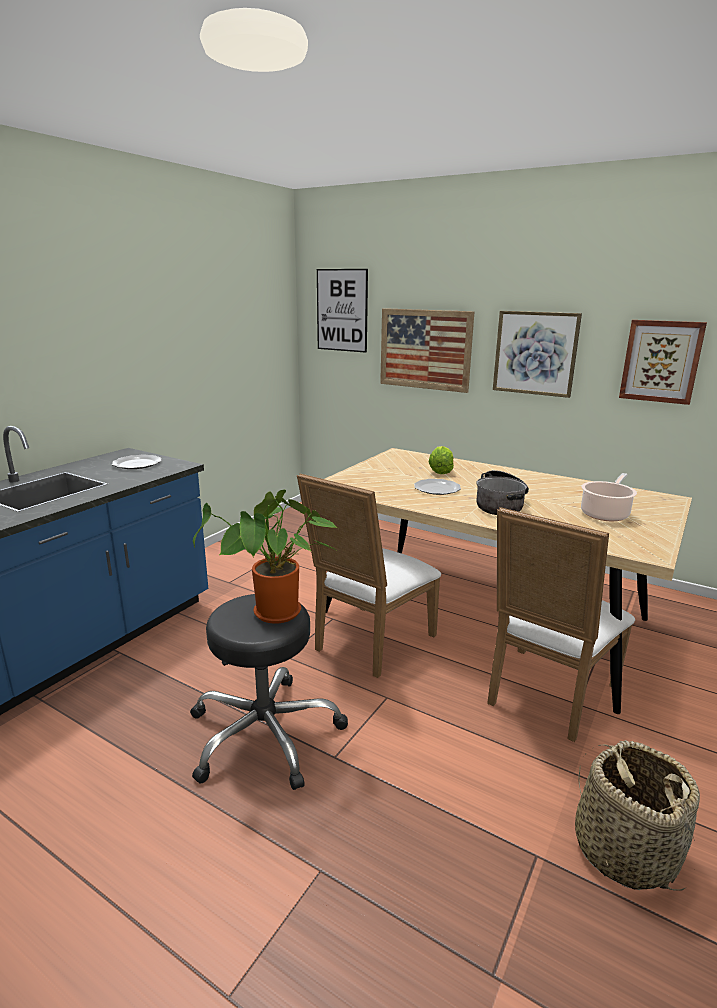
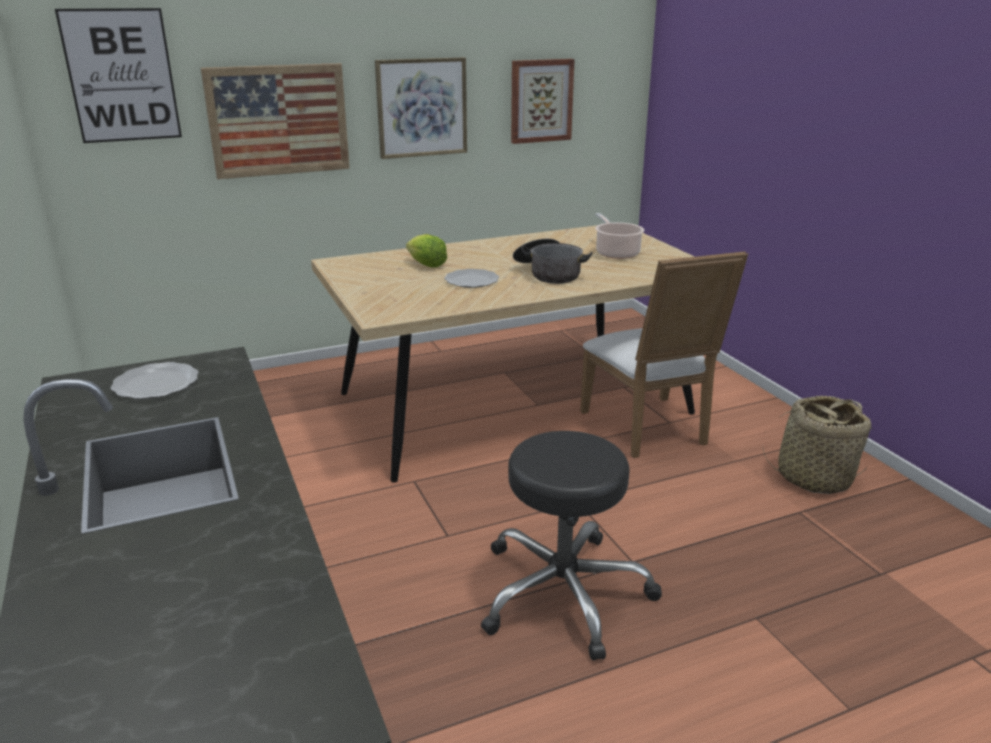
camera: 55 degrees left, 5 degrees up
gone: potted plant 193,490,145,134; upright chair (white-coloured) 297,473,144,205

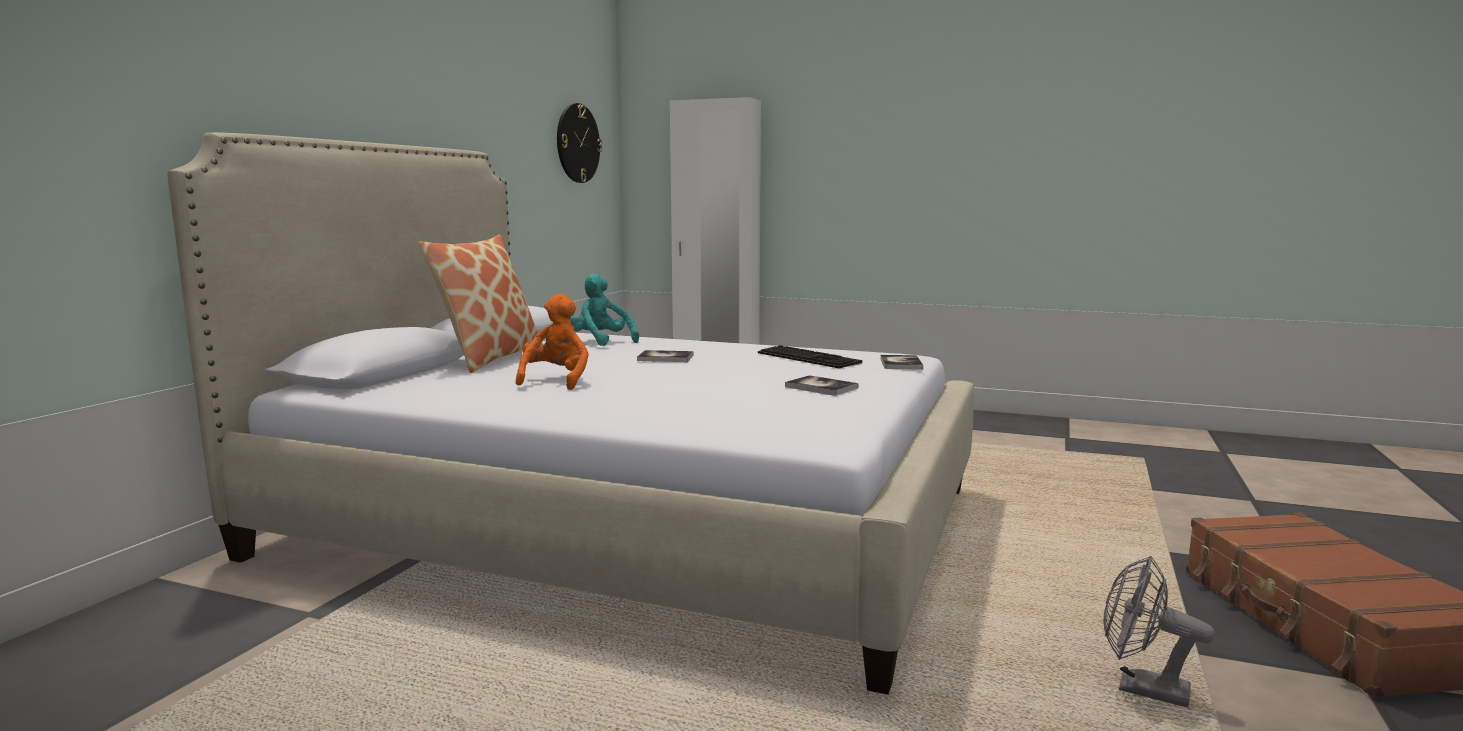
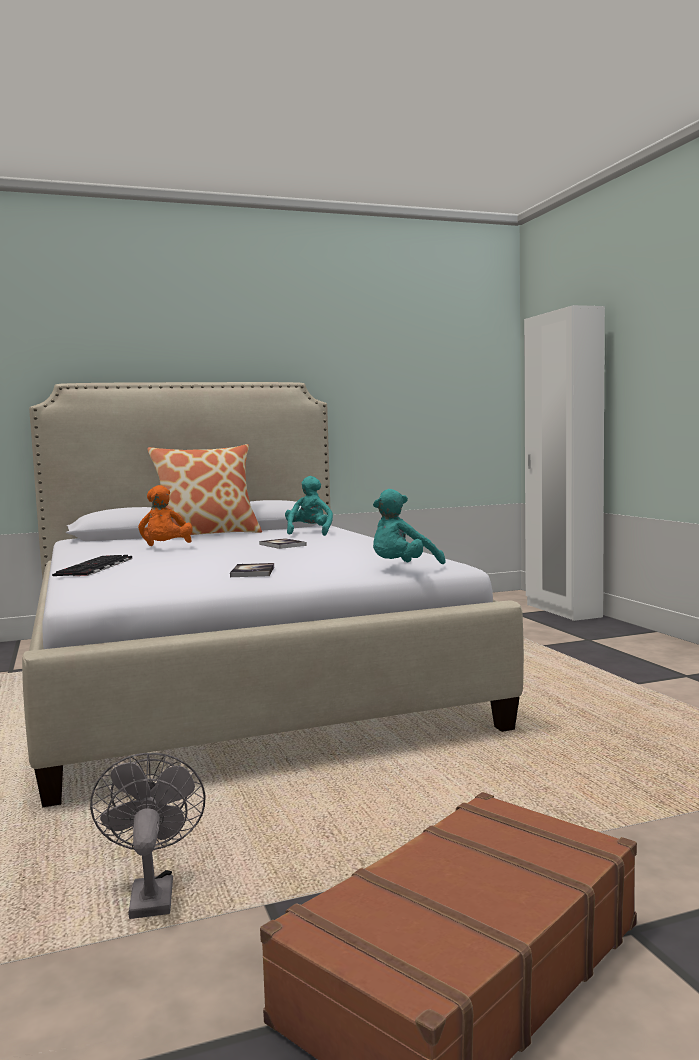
camera: 50 degrees right, 5 degrees down
gone: hanging clock 557,103,45,80
shifted: keyboard 758,345,104,23 to 52,555,80,21
swapped: bound book 880,355,43,15 to plush toy (turquoise) 373,489,72,75
rotated: plush toy (orangey) 516,294,73,96 = 138,485,55,61 120 degrees clockwise

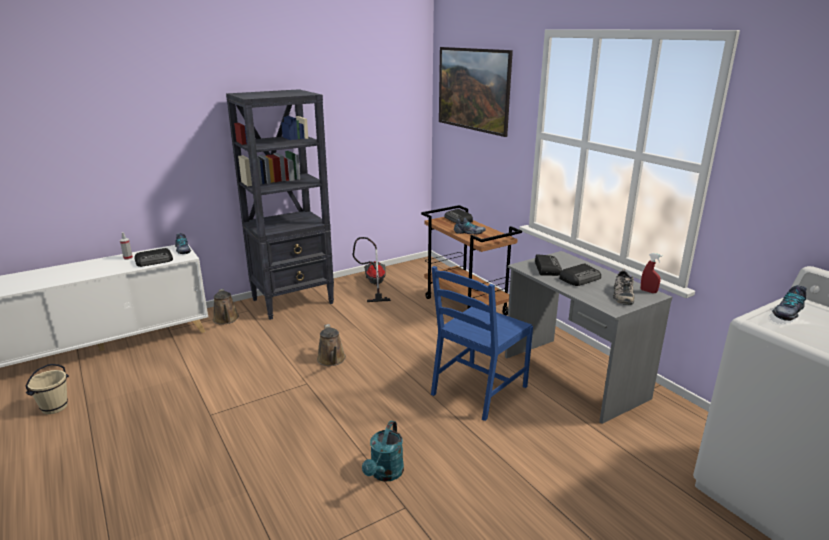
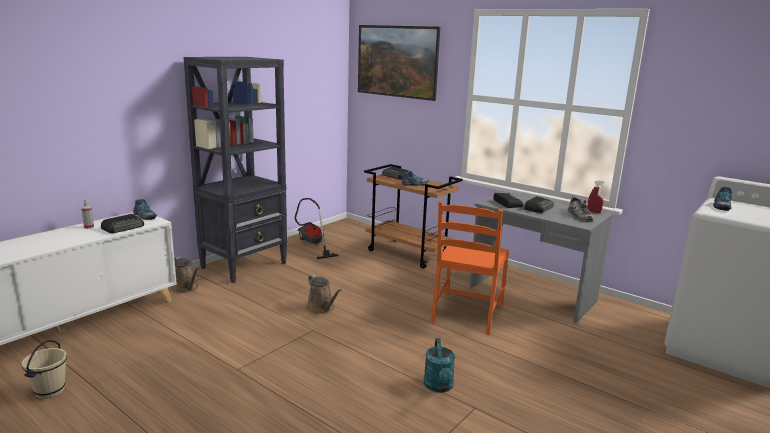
camera: 20 degrees left, 5 degrees down
repainted: upright chair (bluish) 431,266,102,155 to upright chair (orangey) 431,202,78,133

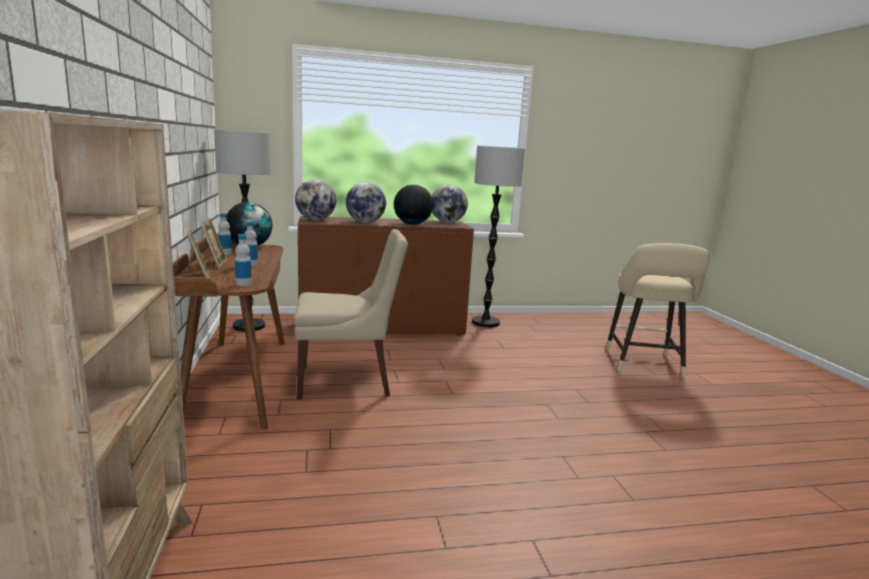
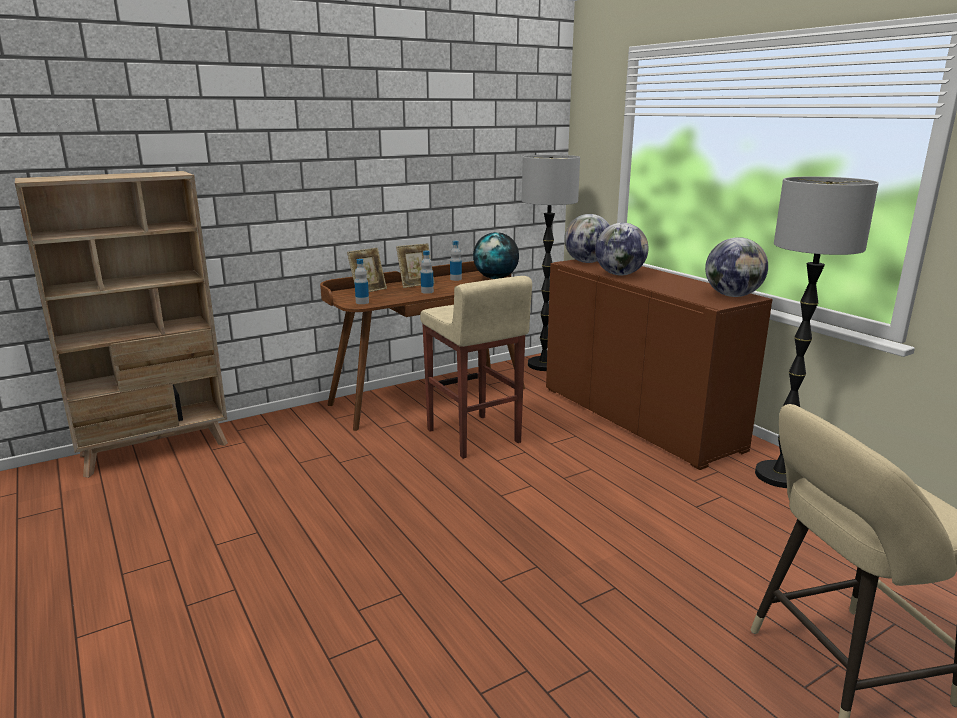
camera: 70 degrees right, 5 degrees up
gone: world globe 394,185,39,40
swapped: upright chair (beige) 294,229,114,171 to stool (beige) 420,276,112,183

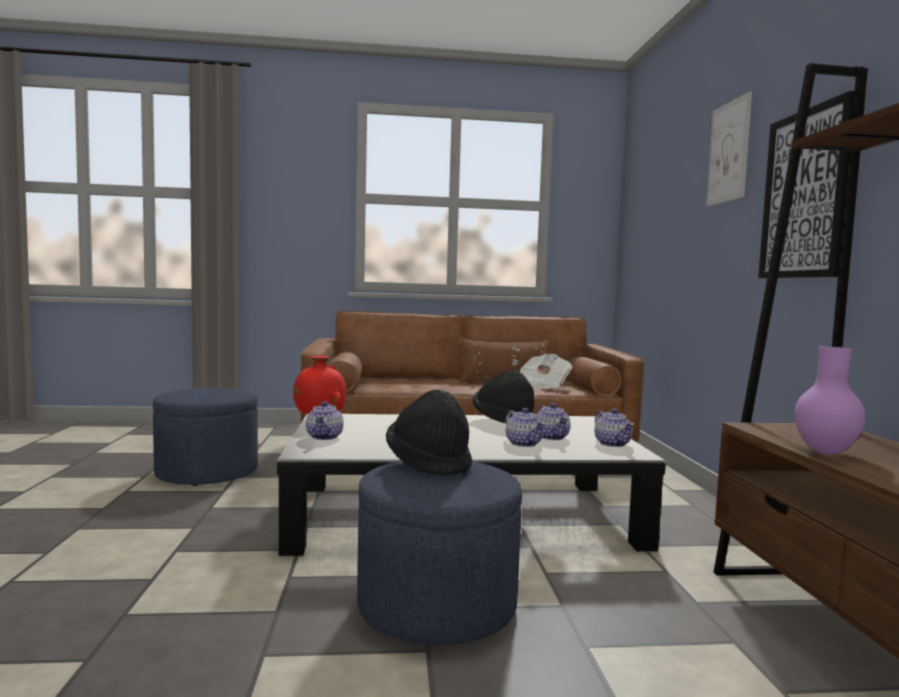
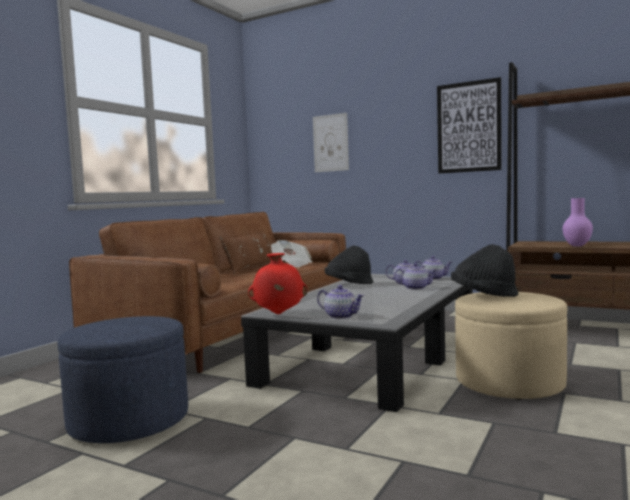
camera: 55 degrees left, 0 degrees up
shifted: wall picture 706,91,46,115 to 313,113,36,59
repainted: ottoman (bluish) 357,461,165,184 to ottoman (beige) 455,292,112,108

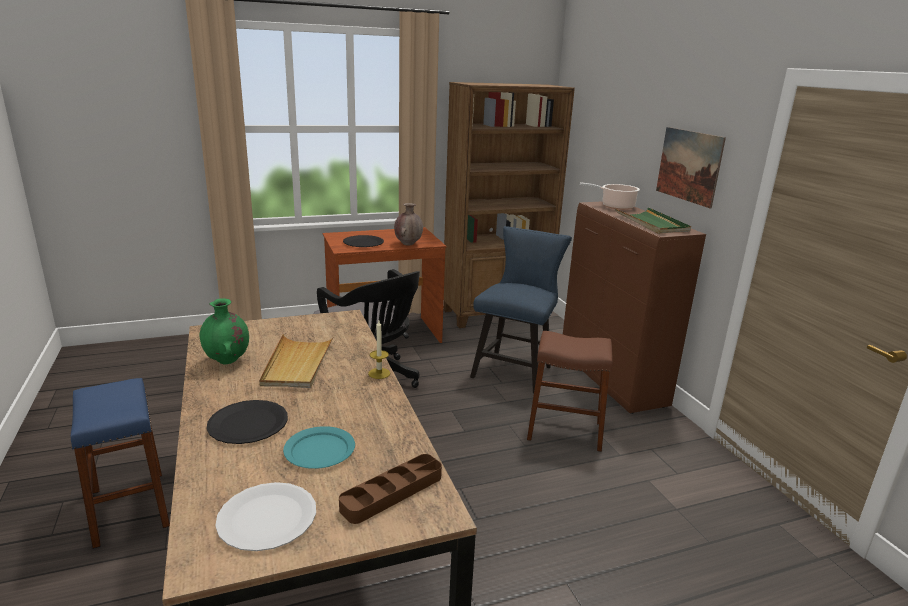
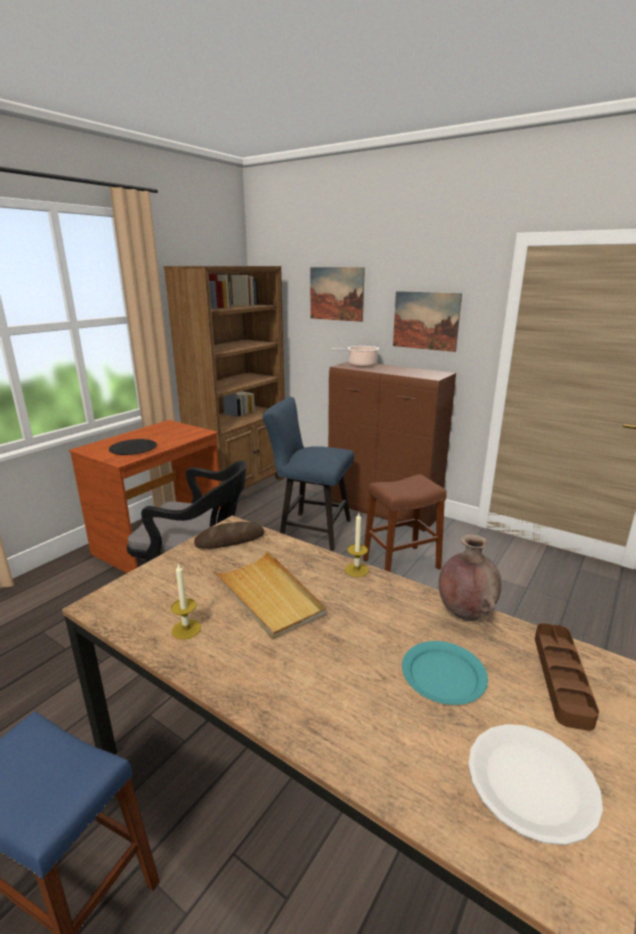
camera: 35 degrees left, 0 degrees up
gone: plate (blackish) 206,400,82,44; serving tray (green) 616,207,75,27
new: baked bread 194,522,70,27; wall picture 310,267,55,55
shifted: decorative vase (brown) 394,203,29,43 to 439,534,63,87
swapped: decorative vase (green) 200,298,49,66 to candle 171,563,30,77
rotated: upright chair (bluish) 470,226,102,168 = 262,397,92,154 60 degrees counterclockwise

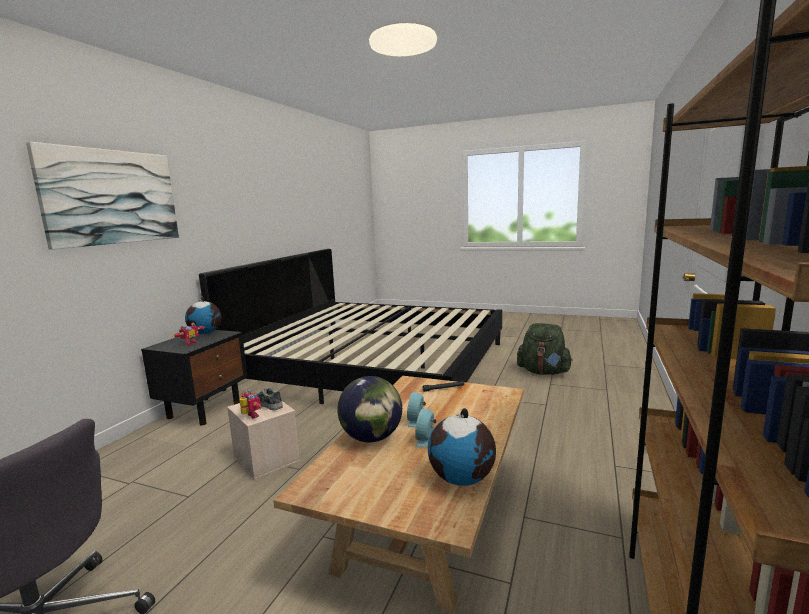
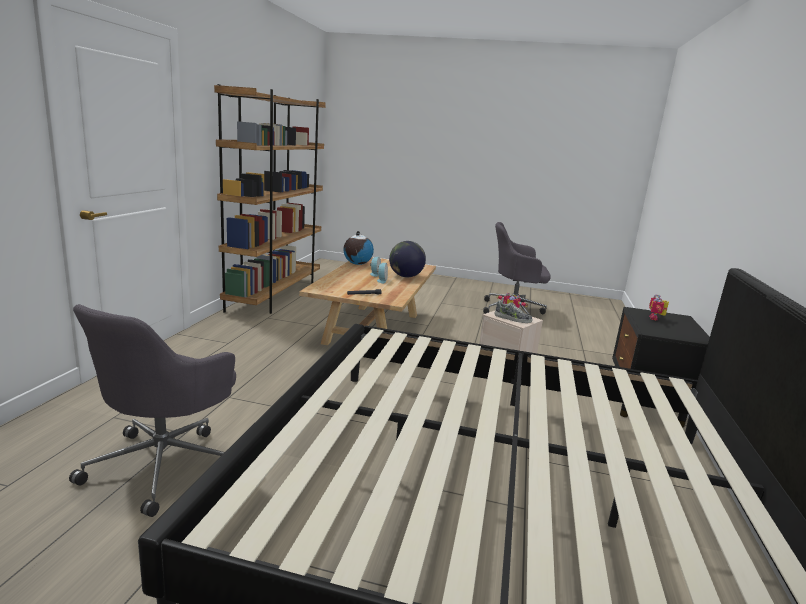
camera: 170 degrees right, 5 degrees up
gone: wall picture 26,142,153,108; world globe 185,297,36,37
swapped: backpack (green) 517,323,56,52 to computer chair (grey) 69,304,167,213

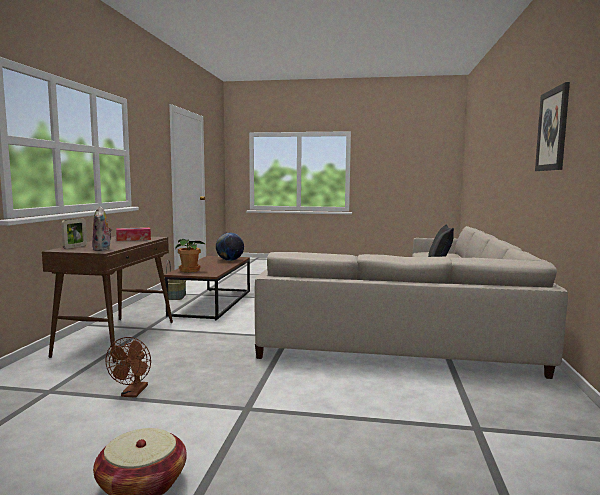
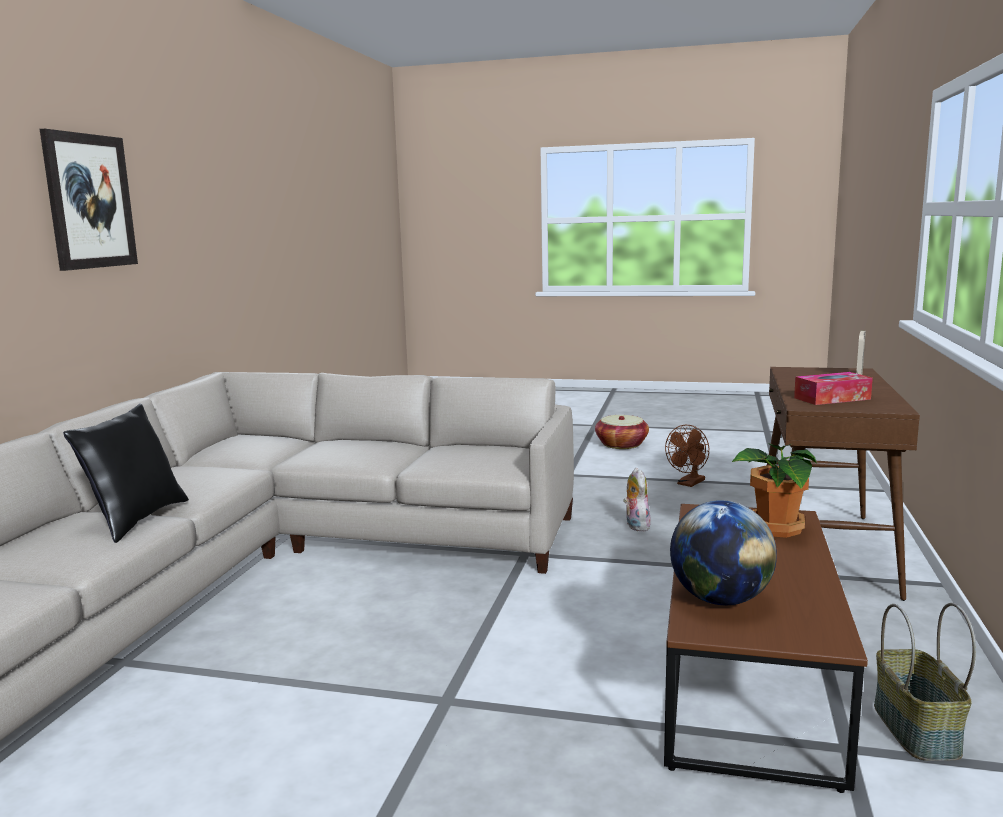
camera: 175 degrees left, 5 degrees up
shifted: plush toy 92,206,21,45 to 623,468,28,63
rotated: cooling fan (brown) 105,337,46,61 = 665,425,44,62 150 degrees counterclockwise

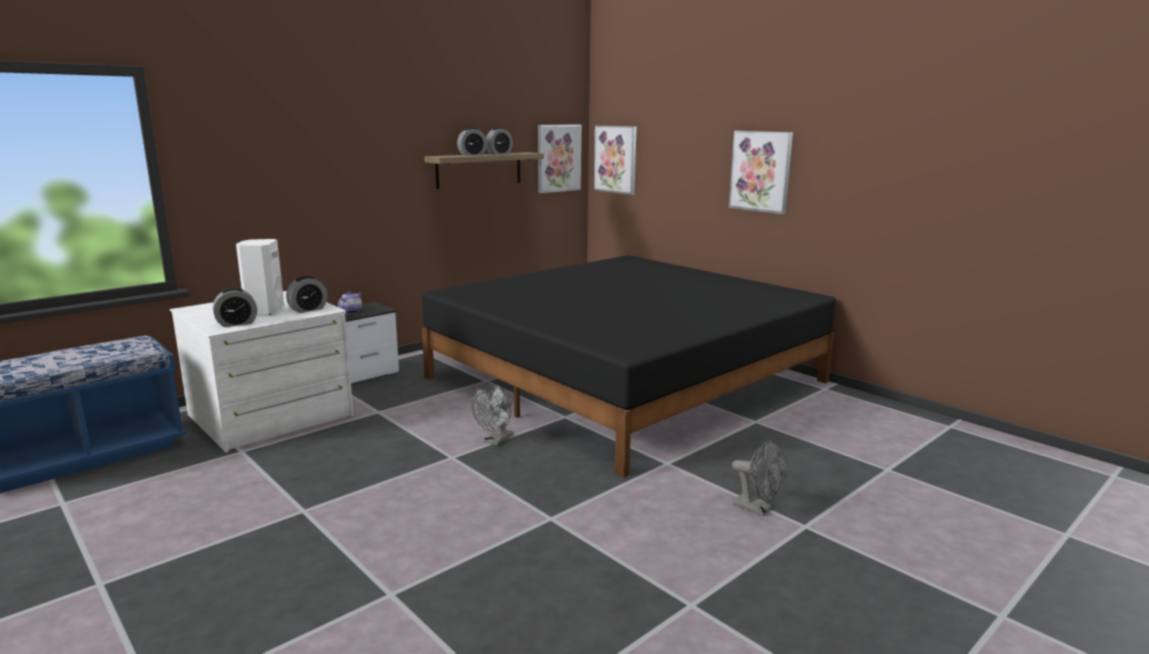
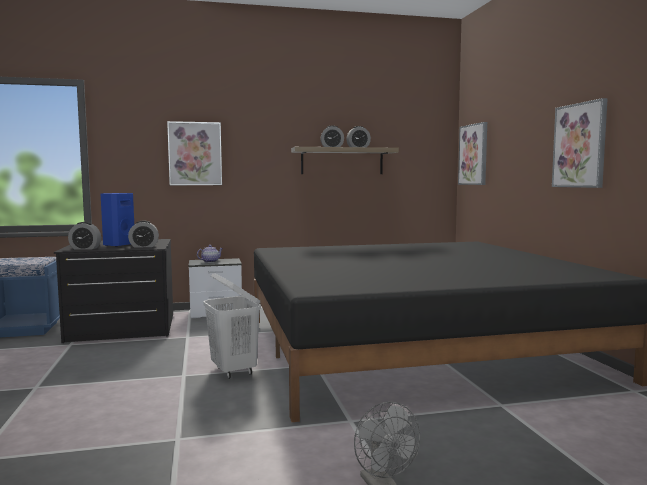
camera: 30 degrees right, 10 degrees down
shifted: wall picture 538,125,43,68 to 167,121,55,64
swapped: cooling fan (grey) 472,383,42,62 to washing basket (white-coloured) 203,273,58,106
repainted: drawer chest (white-coloured) 170,291,184,162 to drawer chest (blackish) 54,239,119,104; audio speaker (white-coloured) 236,239,48,76 to audio speaker (bluish) 101,193,33,54

